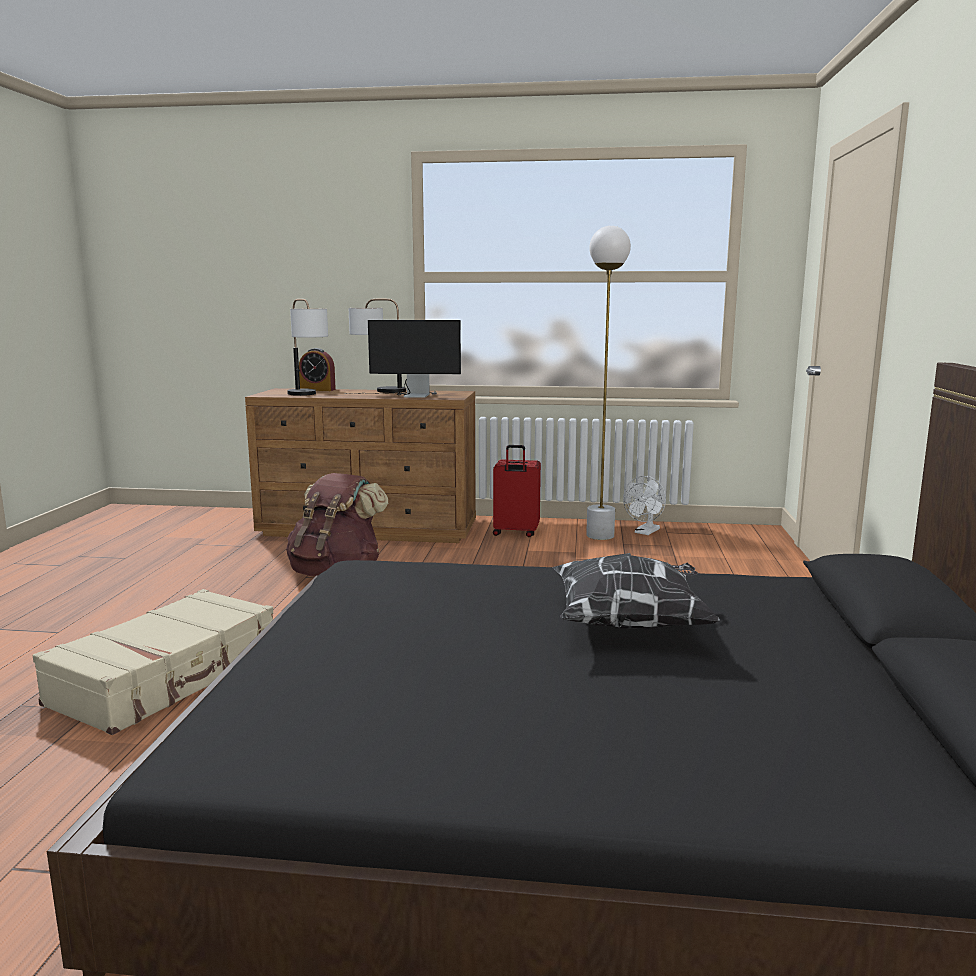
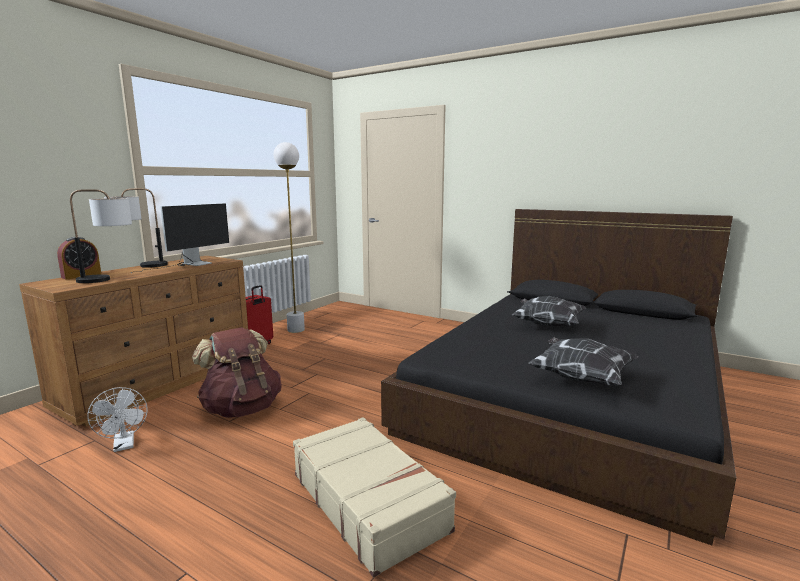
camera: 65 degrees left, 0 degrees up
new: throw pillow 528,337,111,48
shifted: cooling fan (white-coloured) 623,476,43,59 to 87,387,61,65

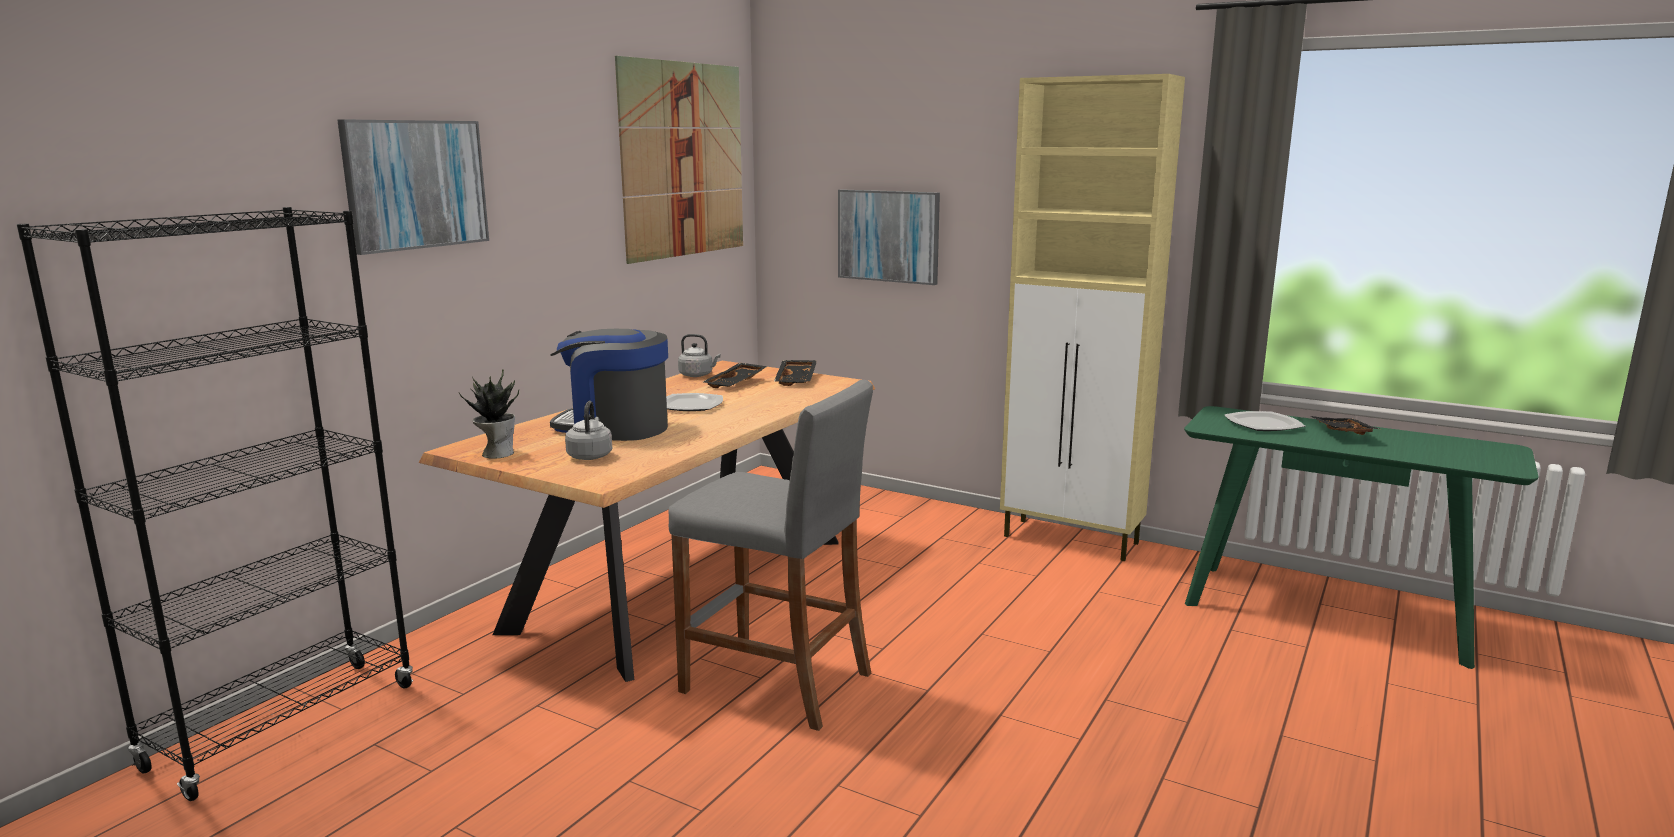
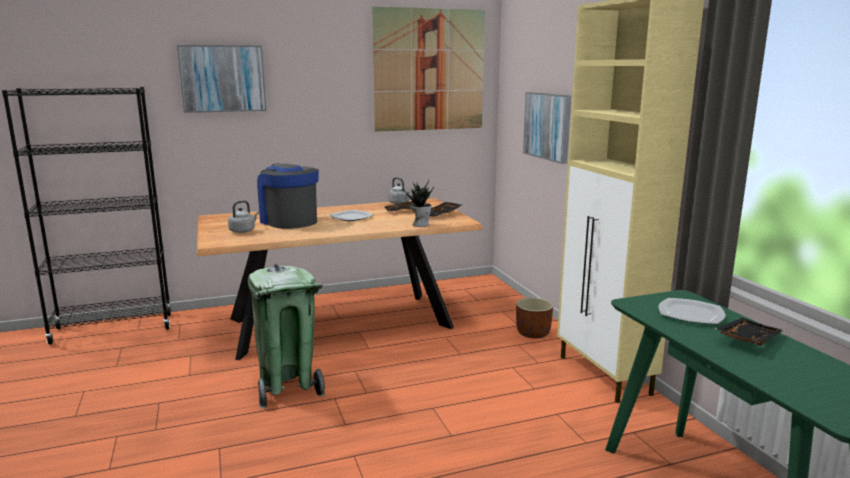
camera: 40 degrees right, 0 degrees up
new: flower pot (brown) 516,298,37,40
shifted: potted plant 459,370,60,89 to 405,180,29,47
swapped: stool (grey) 669,380,204,351 to trash can (green) 248,263,77,146

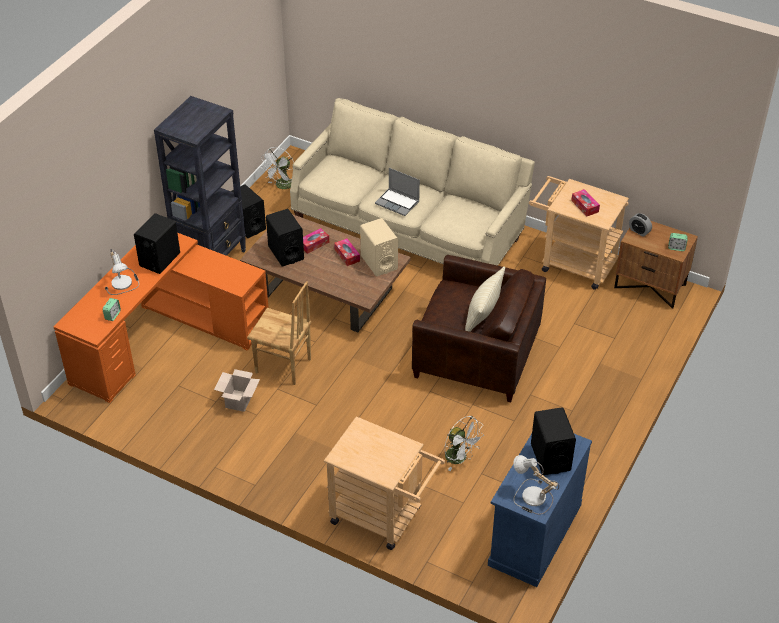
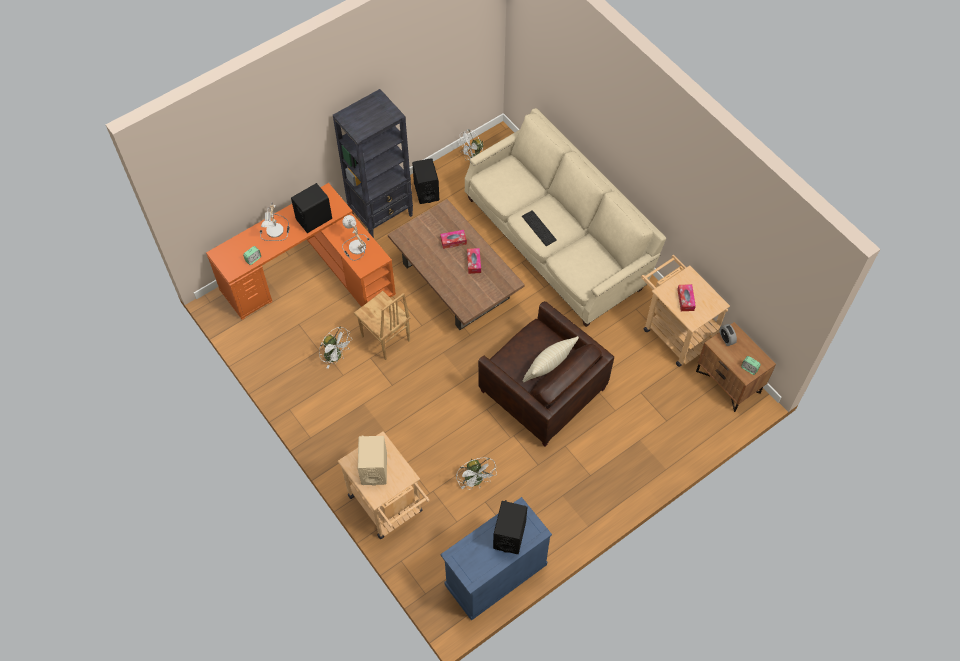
camera: 25 degrees right, 15 degrees up
gone: audio speaker (blackish) 266,209,38,58
shifted: audio speaker (beige) 360,218,38,58 to 358,435,29,51; lamp for a table 513,455,46,60 to 342,215,28,46
swapped: cardboard box 214,369,46,43 to cooling fan (white-coloured) 319,326,34,42; portable computer 375,168,45,48 to keyboard 522,210,35,36

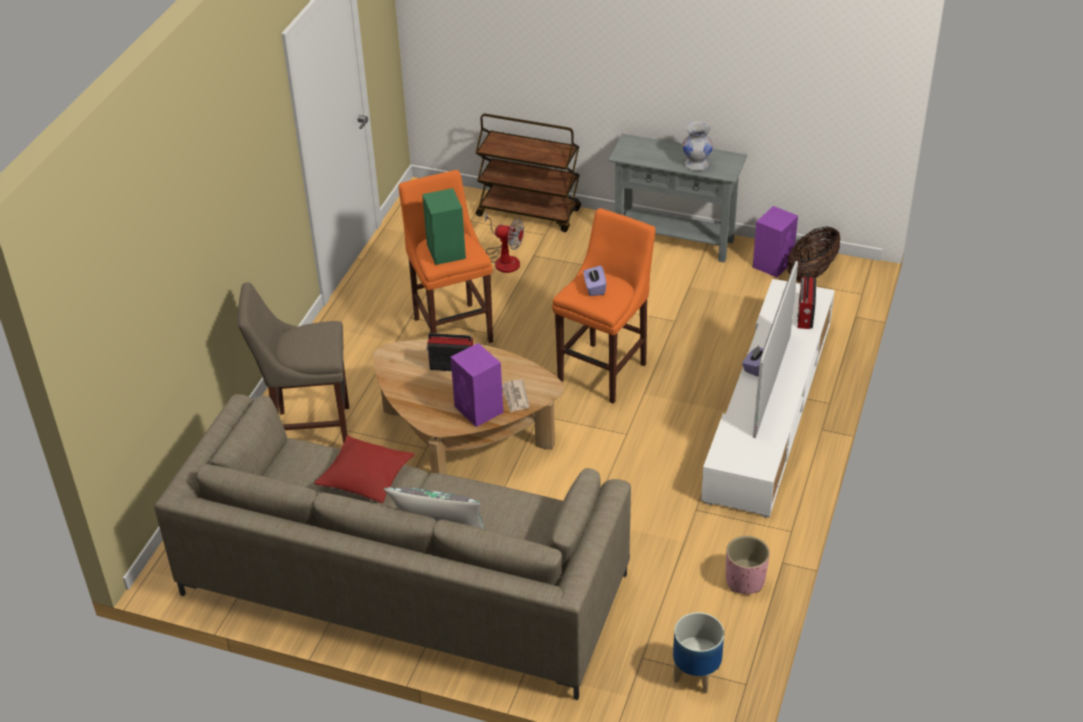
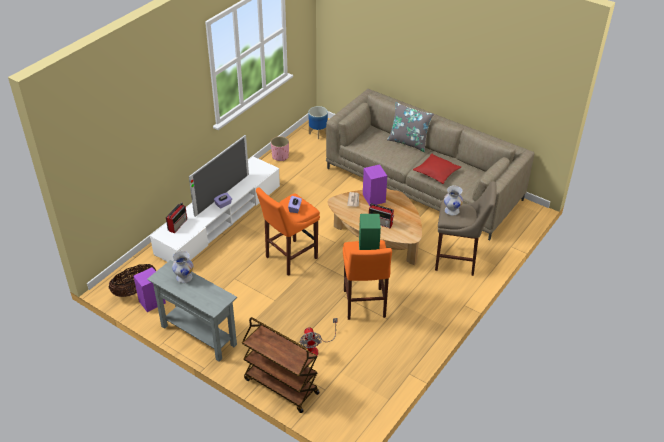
camera: 165 degrees left, 0 degrees up
new: decorative vase (white-coloured) 444,185,19,31
rotated: cooling fan 485,212,39,61 = 300,318,37,38 135 degrees counterclockwise

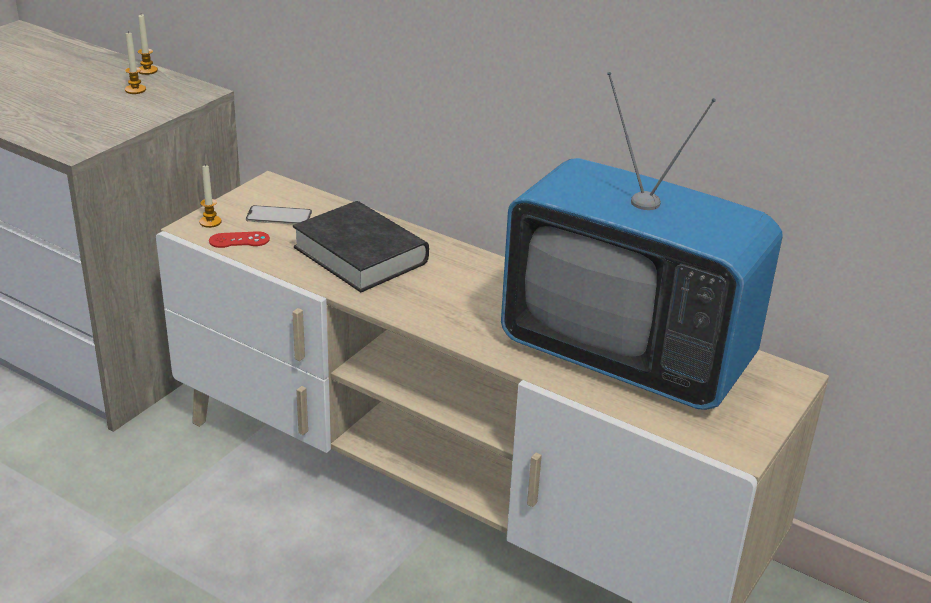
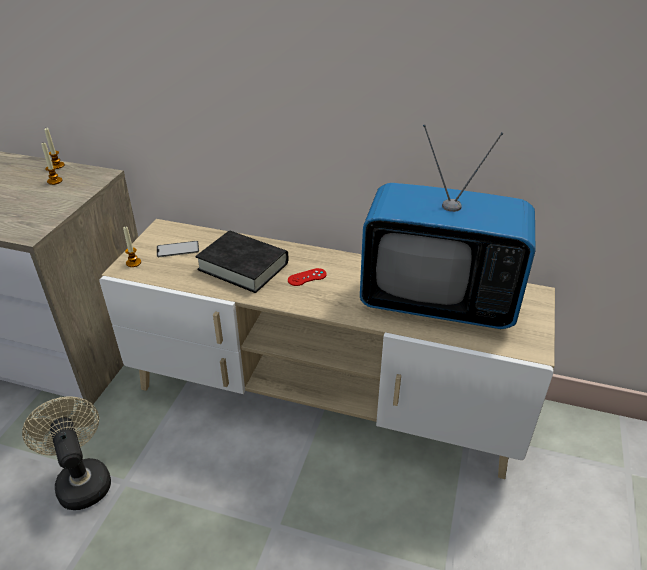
camera: 15 degrees left, 5 degrees up
new: cooling fan (beige) 22,397,89,113
shifted: game controller (red-coloured) 209,231,61,17 to 288,268,39,18

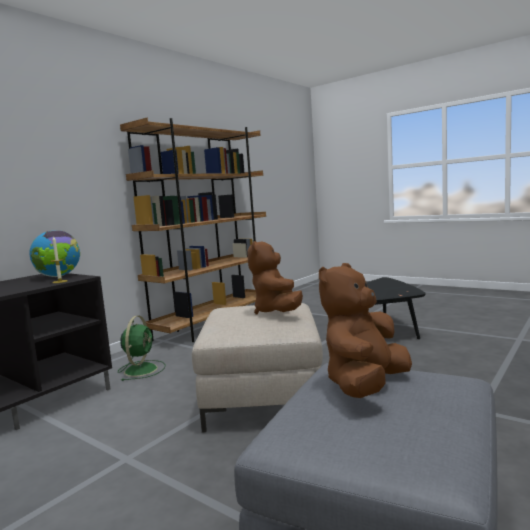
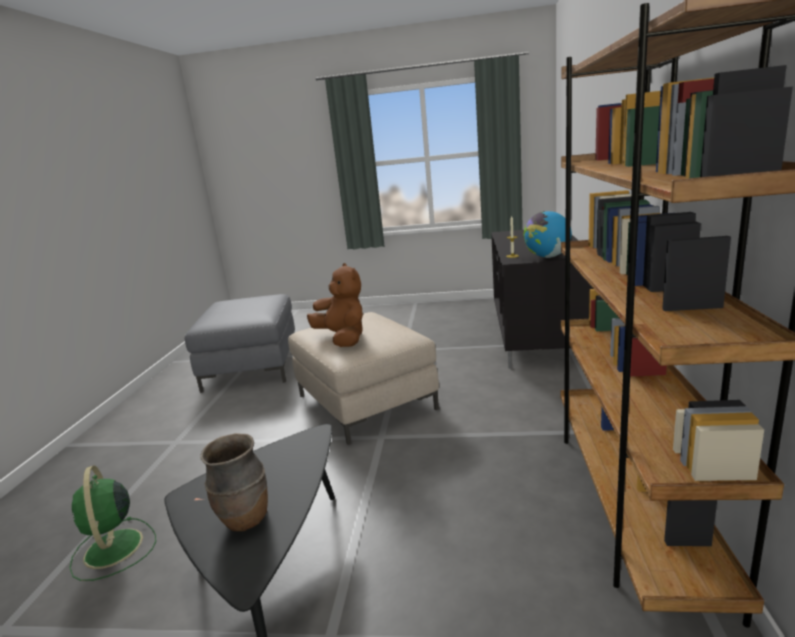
camera: 150 degrees right, 10 degrees up
gone: plush toy (brown) 319,263,93,135
new: decorative vase (brown) 200,433,68,99
shifted: cooling fan (green) 118,316,48,65 to 69,465,87,116

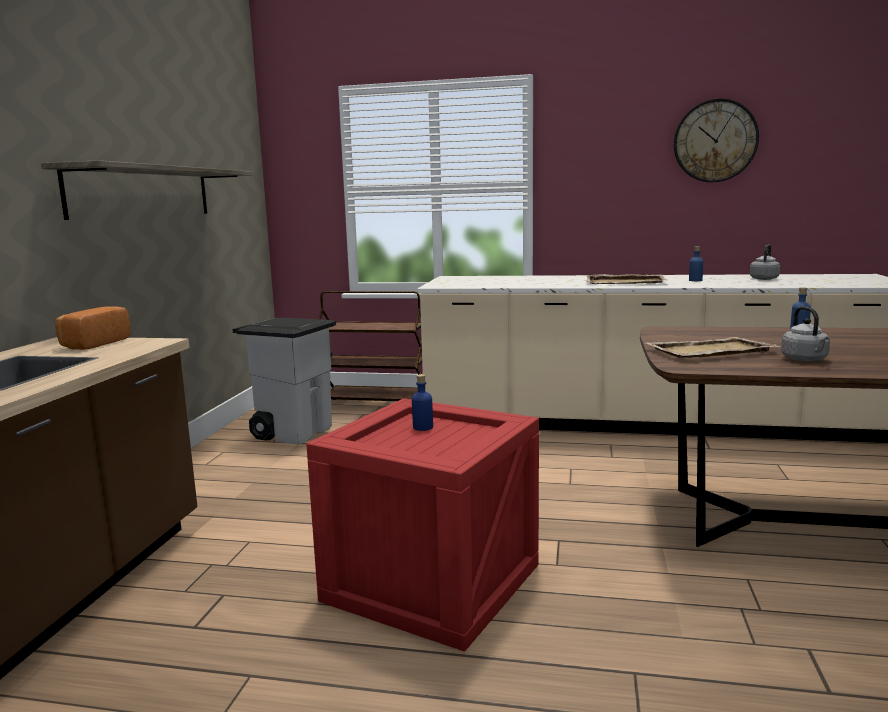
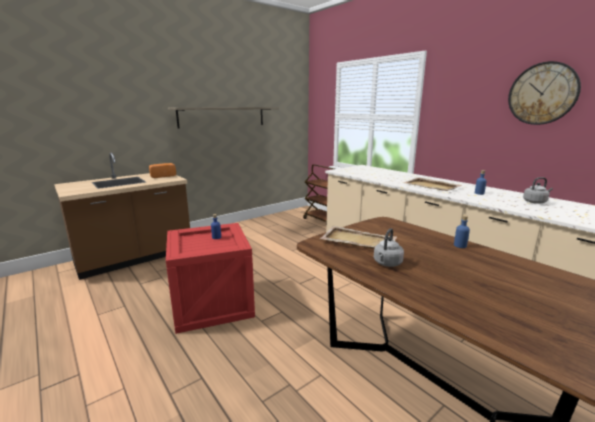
camera: 40 degrees right, 5 degrees up
gone: trash can (grey) 233,318,103,127

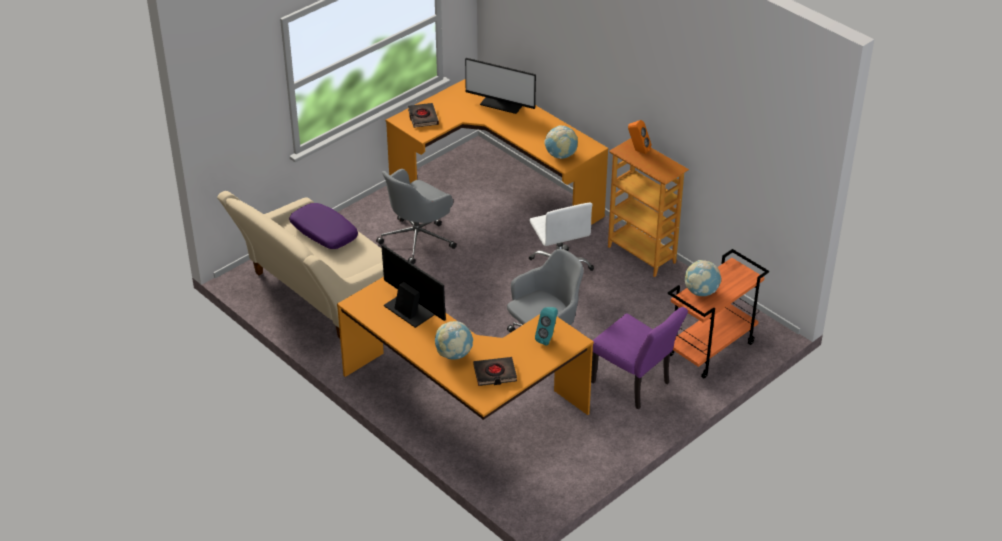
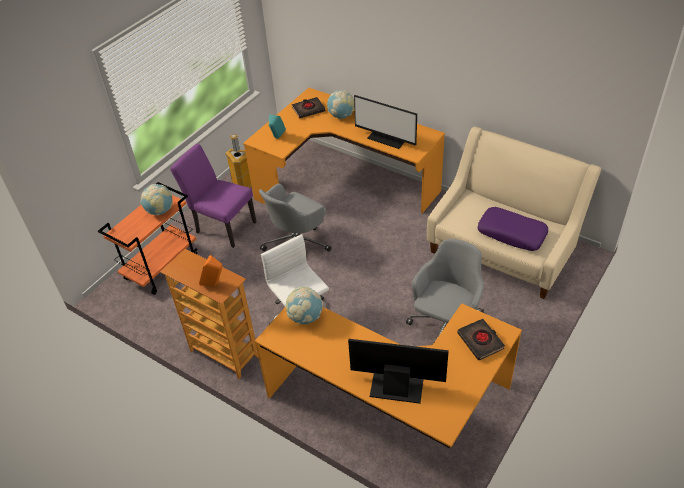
camera: 170 degrees right, 5 degrees up
new: trash can 226,134,26,54

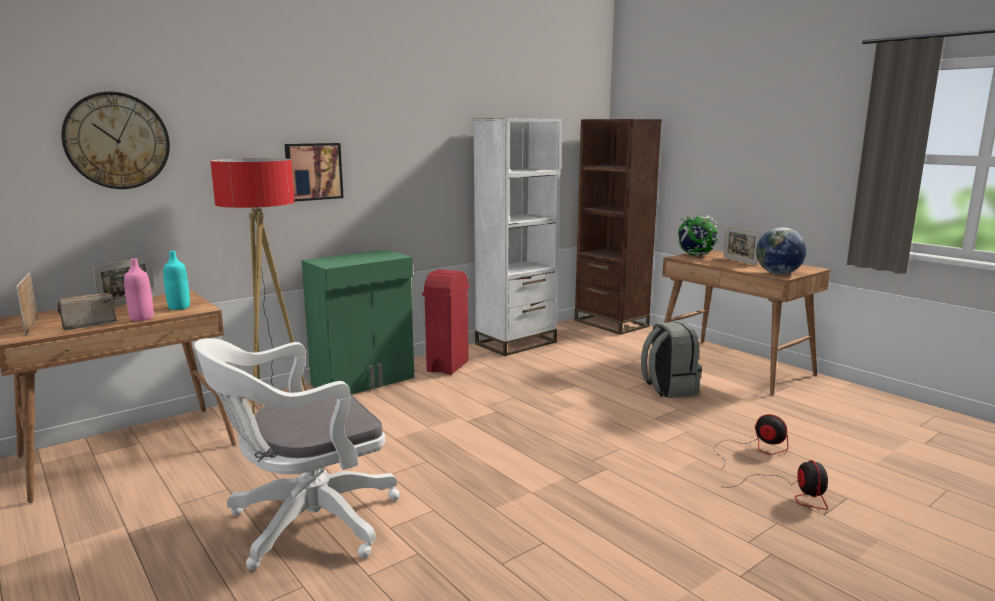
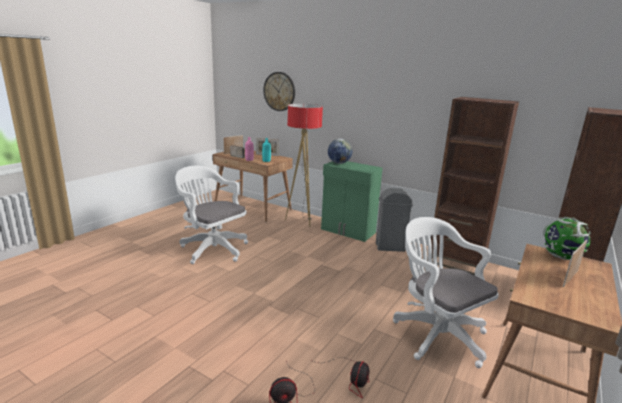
camera: 70 degrees right, 5 degrees up
gone: wall picture 285,143,59,59
shifted: world globe 756,227,51,48 to 328,139,24,25
swapped: backpack (grey) 641,322,61,76 to computer chair (white-coloured) 393,217,106,151
repainted: trash can (red-coloured) 422,269,48,106 to trash can (grey) 376,188,37,64; bookcase (white-coloured) 473,118,89,238 to bookcase (brown) 427,97,92,178

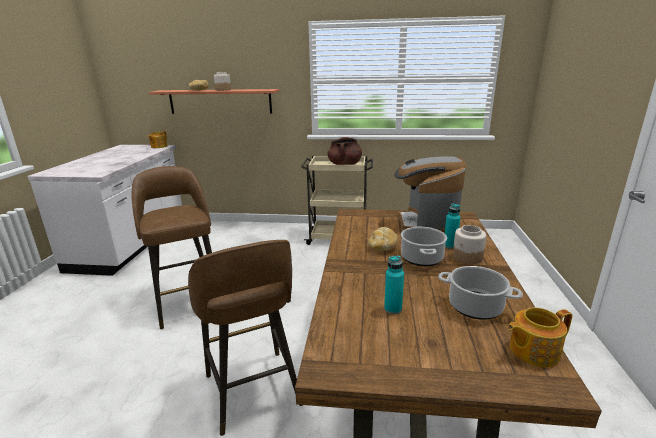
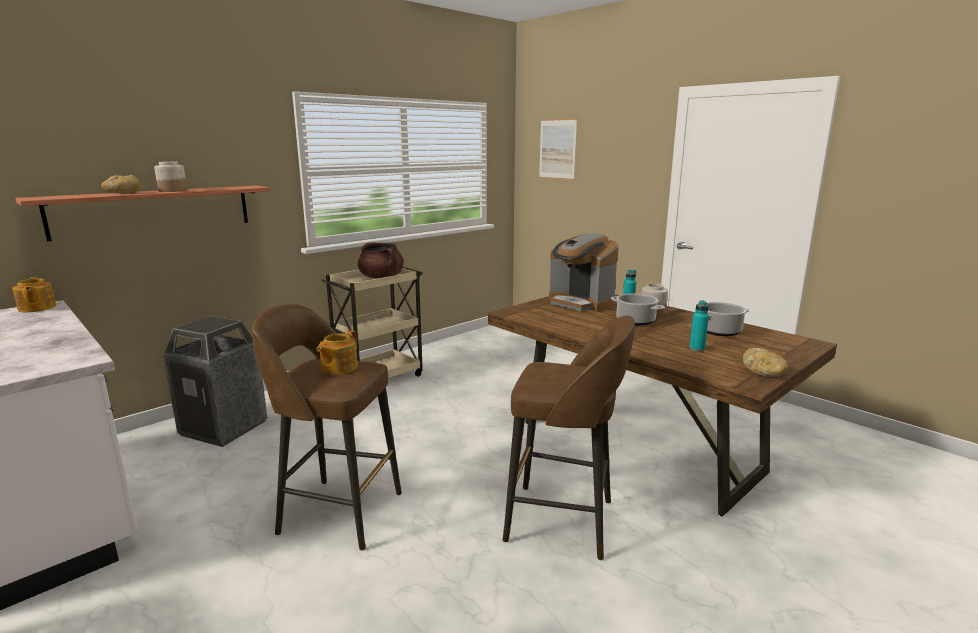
camera: 50 degrees left, 5 degrees down
new: trash can 163,316,104,131; wall picture 539,118,38,62
shifted: baked bread 368,227,30,24 to 743,348,44,28; teapot 507,307,65,60 to 317,330,41,44

